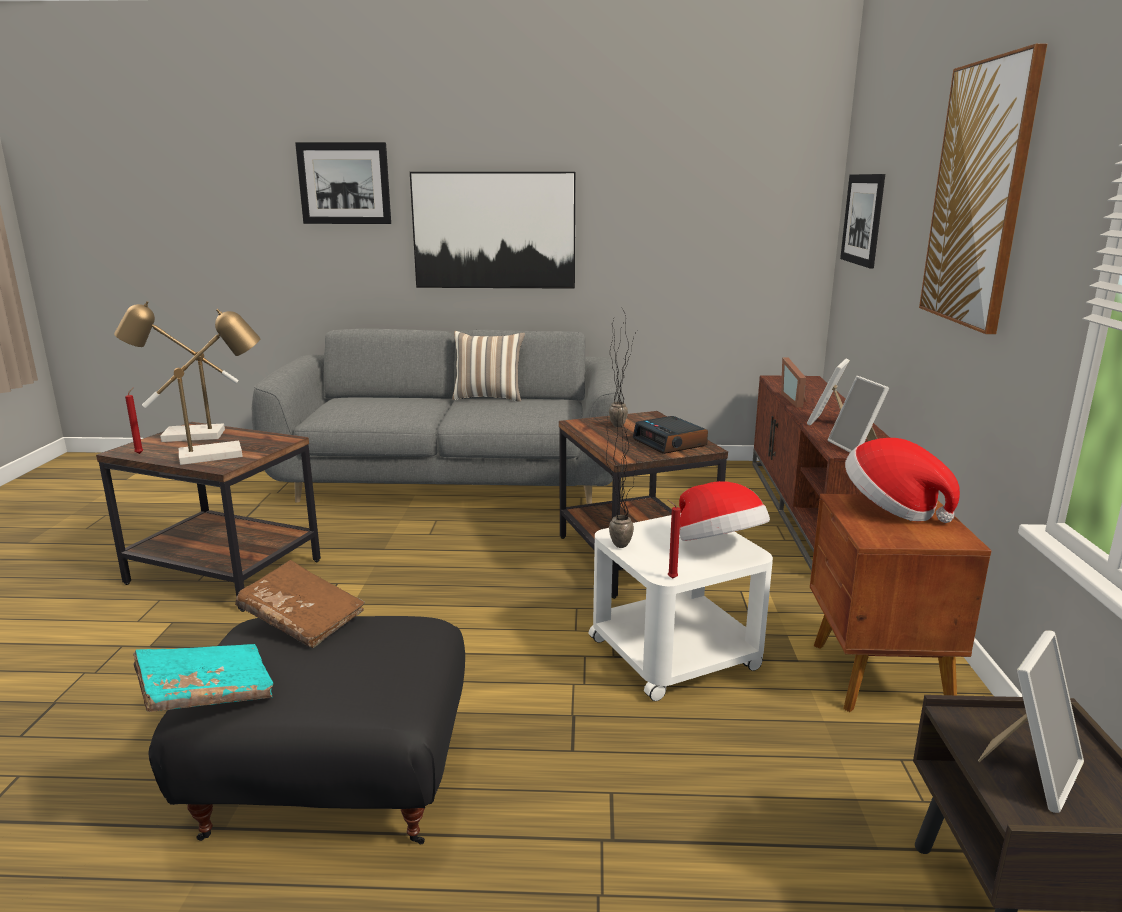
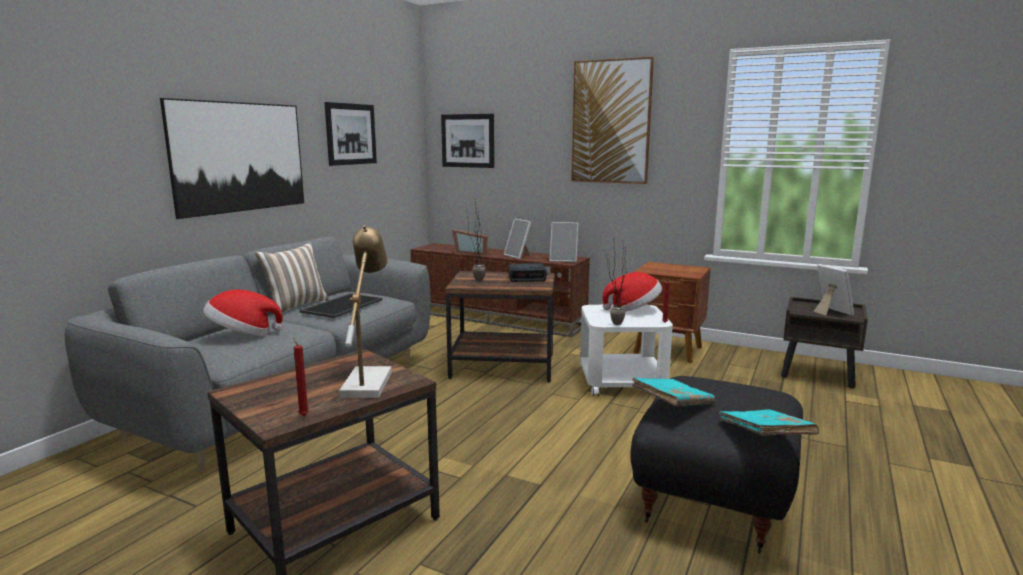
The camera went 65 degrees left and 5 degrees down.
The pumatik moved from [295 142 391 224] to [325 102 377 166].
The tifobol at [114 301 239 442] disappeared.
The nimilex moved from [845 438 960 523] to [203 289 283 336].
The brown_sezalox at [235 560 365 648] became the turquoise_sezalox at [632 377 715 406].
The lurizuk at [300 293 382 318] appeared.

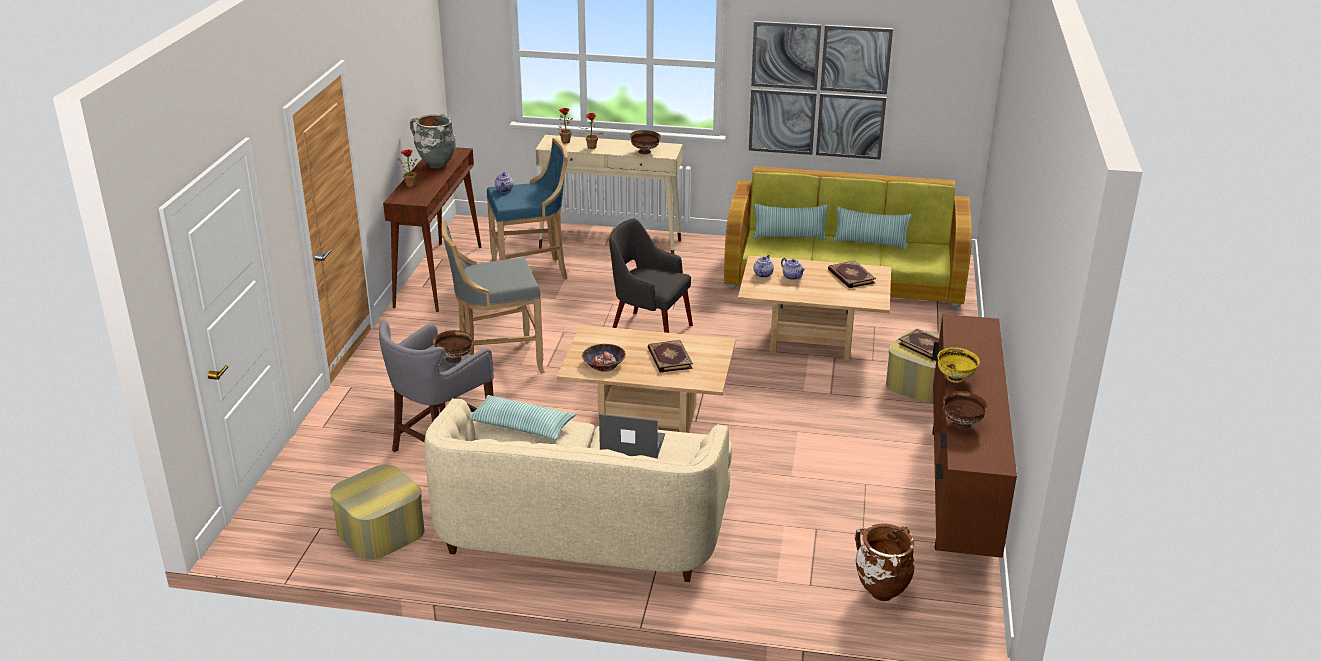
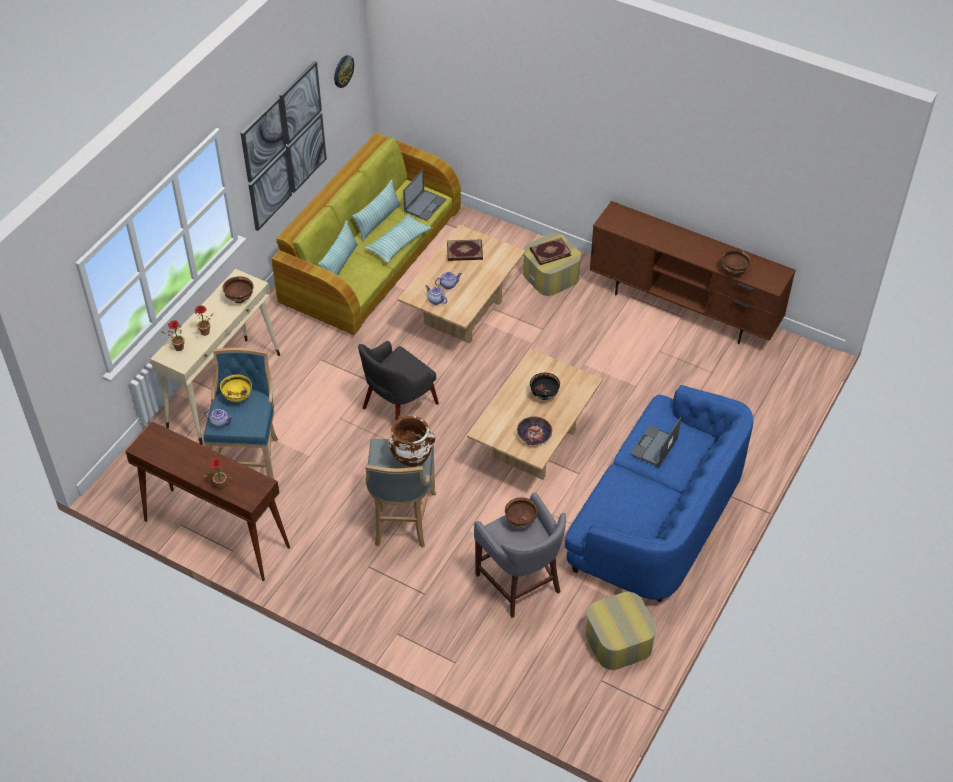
The camera went 70 degrees left and 20 degrees up.
The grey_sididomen at [410 114 456 169] disappeared.
The sezalox at [648 340 693 373] was replaced by the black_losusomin at [530 373 560 400].
The yellow_losusomin moved from [937 347 980 383] to [220 374 252 402].
The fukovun moved from [471 395 576 440] to [365 214 431 263].
The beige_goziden at [424 398 732 582] became the blue_goziden at [564 385 753 602].
The brown_sididomen moved from [854 523 915 601] to [388 414 435 467].
The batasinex at [334 55 354 88] appeared.
The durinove at [403 169 446 221] appeared.

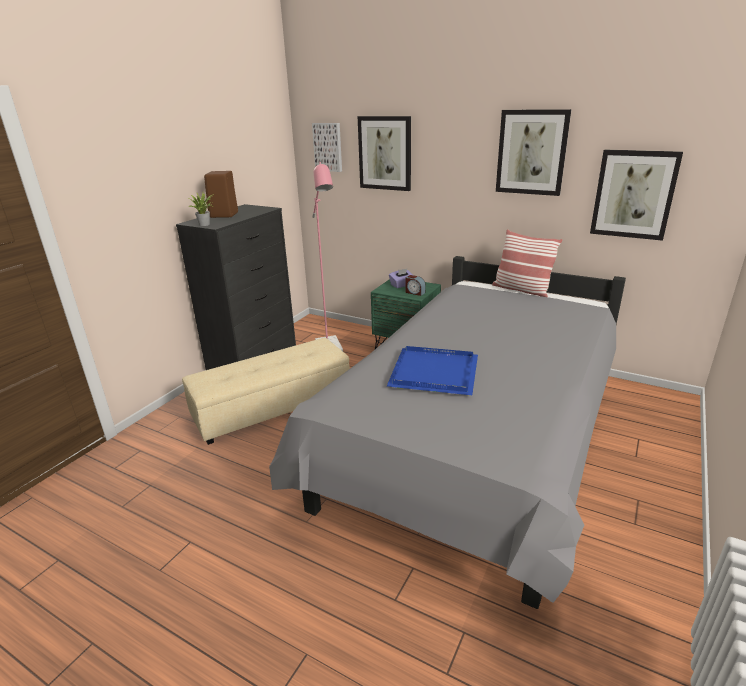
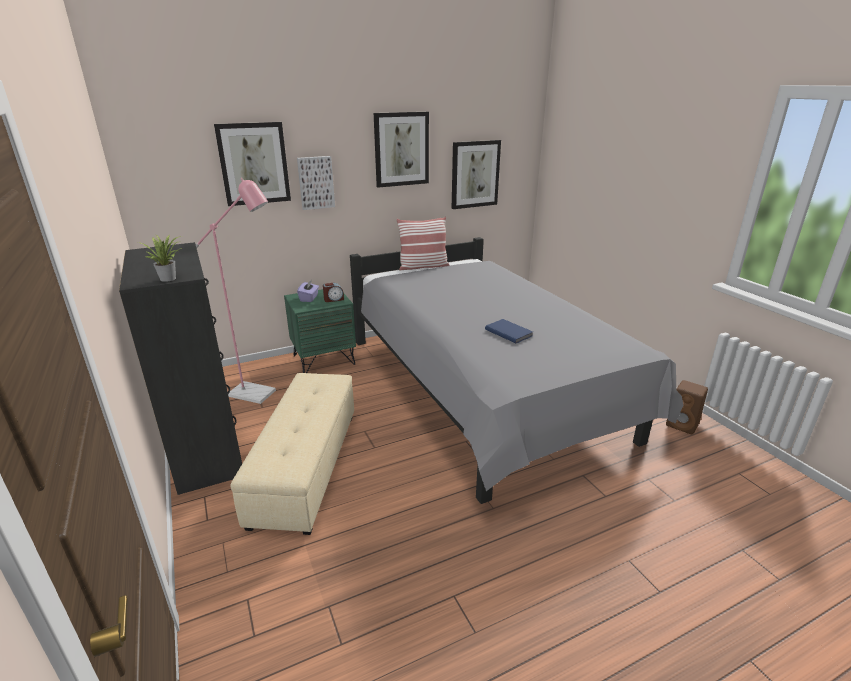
The camera went 55 degrees left and 0 degrees up.
The pumatik moved from [312 123 342 172] to [297 156 335 210].
The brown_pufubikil moved from [204 171 238 218] to [666 380 708 434].
The blue_lurizuk at [387 346 478 395] was replaced by the blue_sezalox at [485 319 533 343].

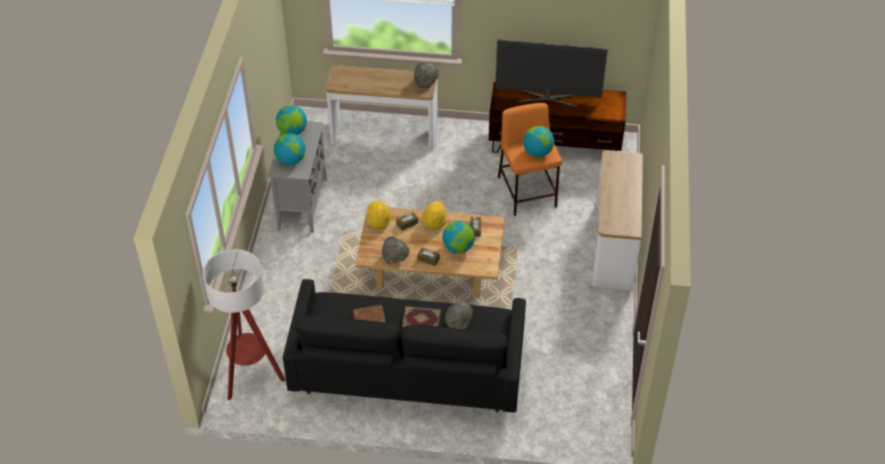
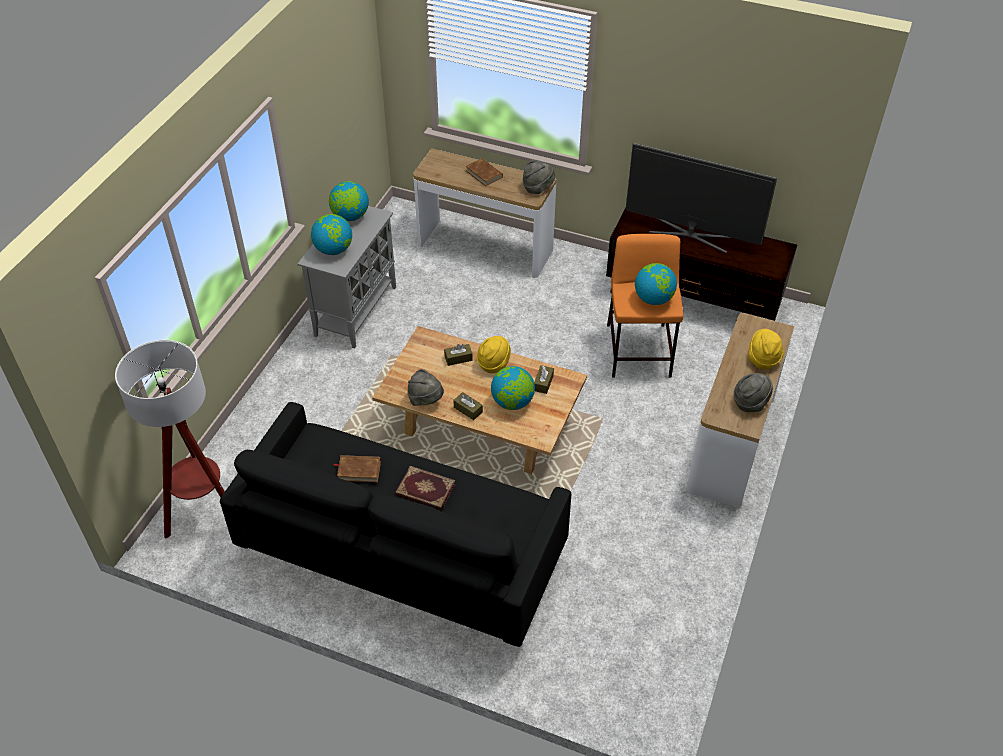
The camera went 15 degrees right and 0 degrees up.
The yellow_nimilex moved from [367 201 392 229] to [748 329 784 370].
The grey_nimilex moved from [445 301 473 329] to [733 373 773 412].
The brown_sezalox at [466 158 503 186] appeared.

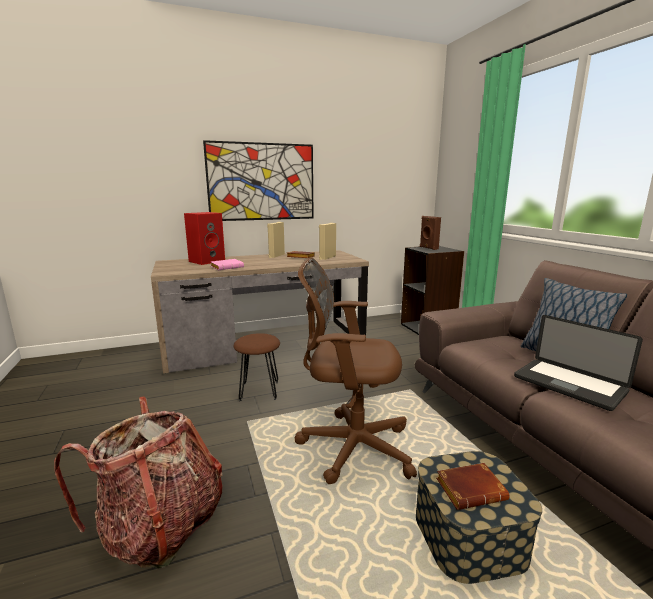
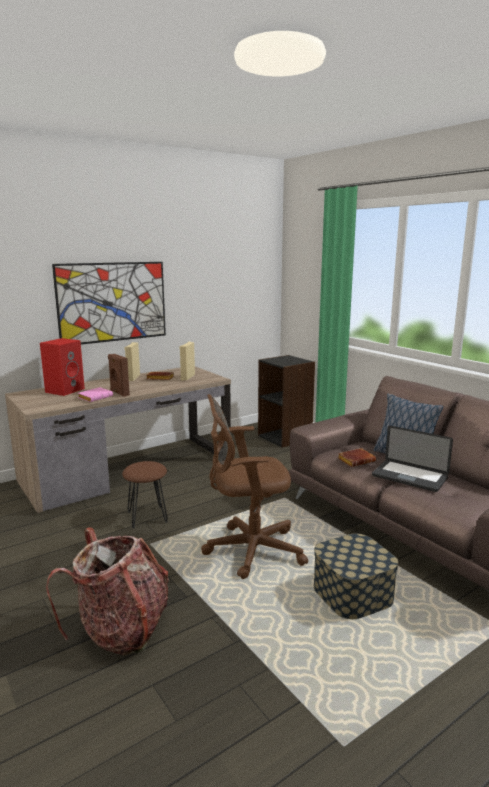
The camera went 15 degrees left and 0 degrees up.
The brown_pufubikil moved from [420 216 441 250] to [108 354 130 397].
The brown_sezalox moved from [436 463 509 510] to [338 448 376 467].

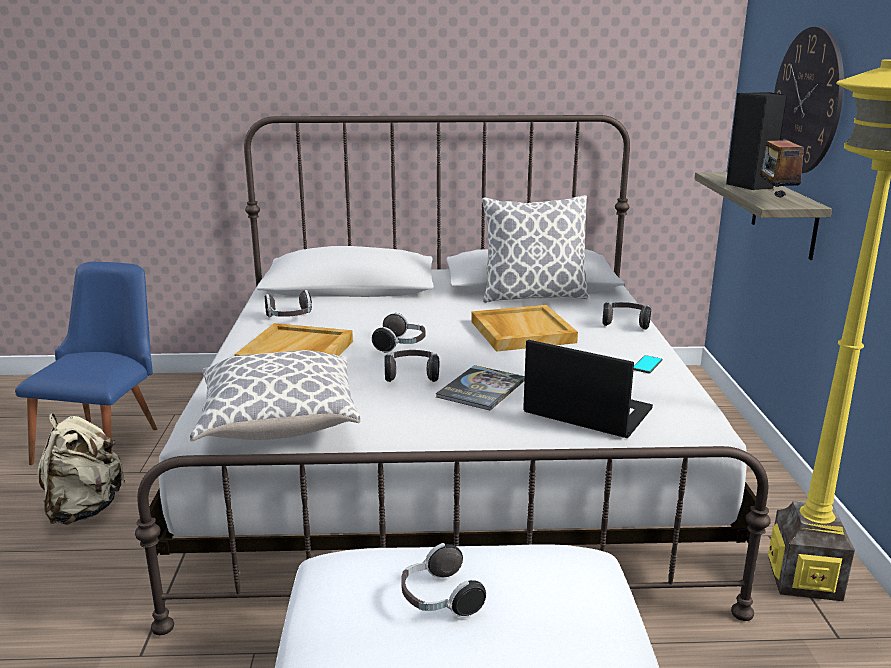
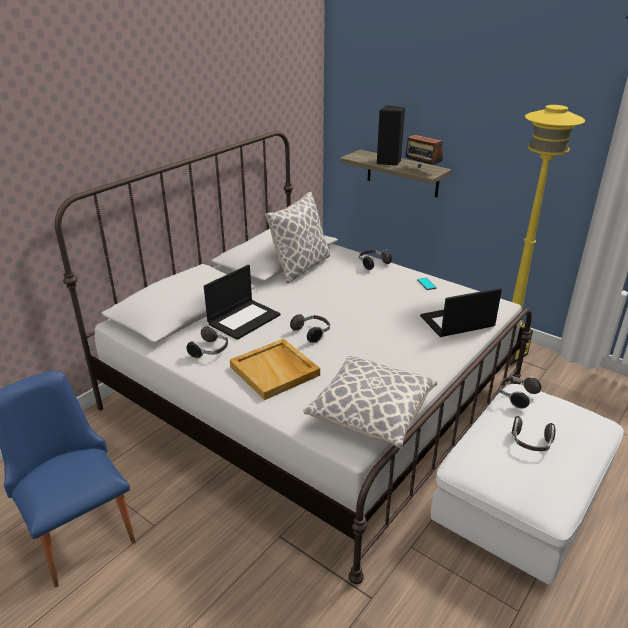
The camera went 50 degrees left and 10 degrees up.
The batasinex at [774 27 844 173] disappeared.
The beige_lurizuk at [471 305 578 352] disappeared.
The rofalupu moved from [384 350 439 382] to [499 376 541 409].
The sezalox at [435 365 525 410] disappeared.
The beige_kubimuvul at [37 413 127 525] disappeared.
The durinove at [204 265 281 340] appeared.

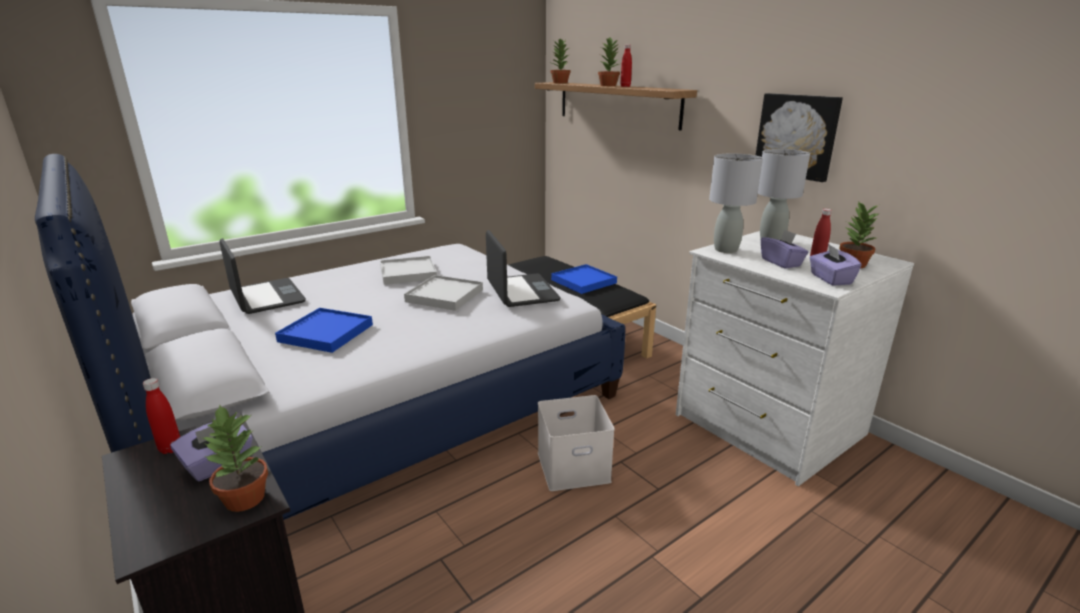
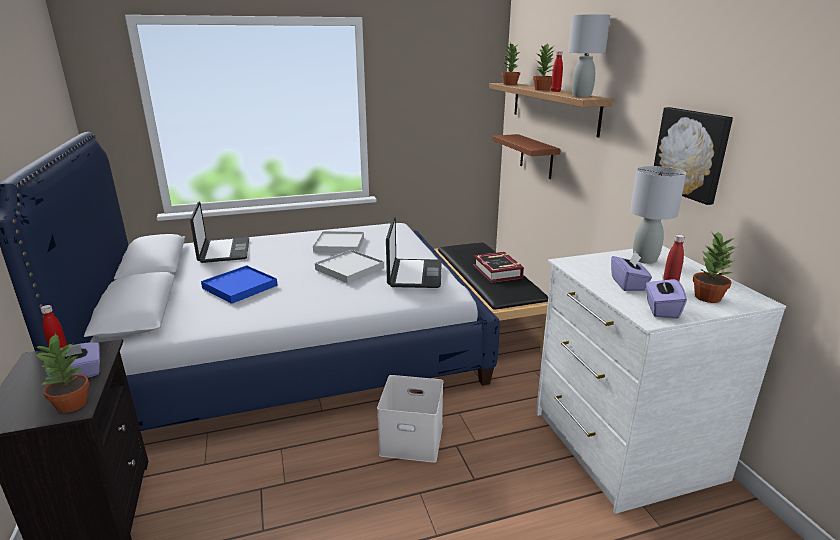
The camera went 20 degrees right and 0 degrees up.
The grey_tifobol moved from [709 153 763 253] to [568 14 610 97].
The blue_lurizuk at [551 264 617 294] was replaced by the sezalox at [473 252 524 283].
The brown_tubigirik at [492 134 561 179] appeared.

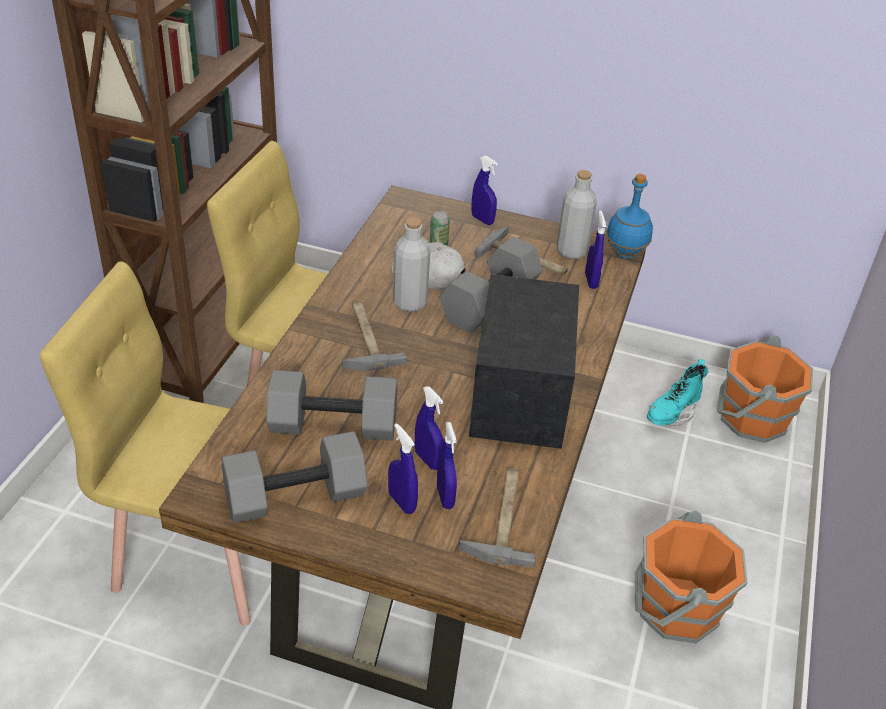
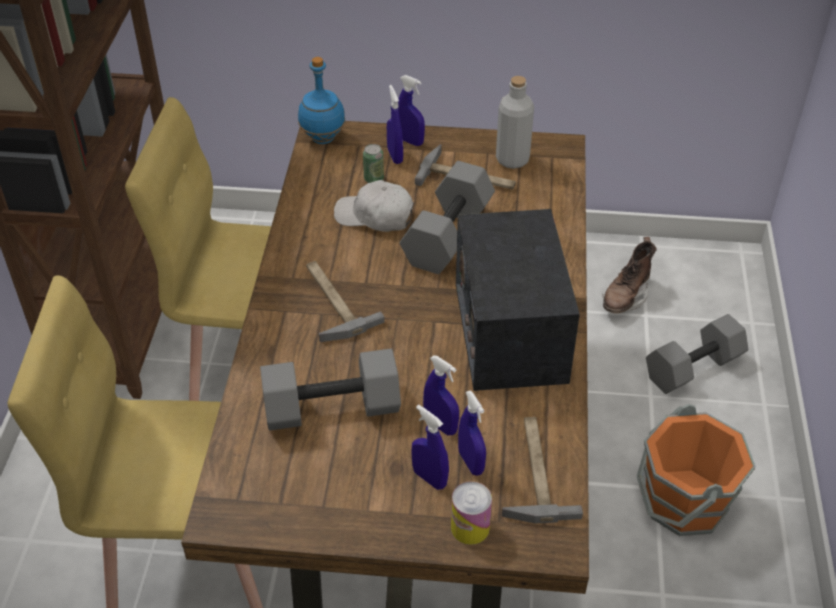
The camera went 10 degrees left and 5 degrees up.
The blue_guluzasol moved from [606 174 653 259] to [298 57 345 144].
The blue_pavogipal moved from [585 211 606 289] to [387 85 403 164].
The grey_guluzasol at [393 217 431 312] disappeared.
The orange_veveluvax at [717 335 813 443] disappeared.
The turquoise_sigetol at [647 359 709 426] became the brown_sigetol at [602 237 657 314].
The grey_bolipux moved from [222 431 368 523] to [646 314 748 394].
The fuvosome at [451 481 492 545] appeared.

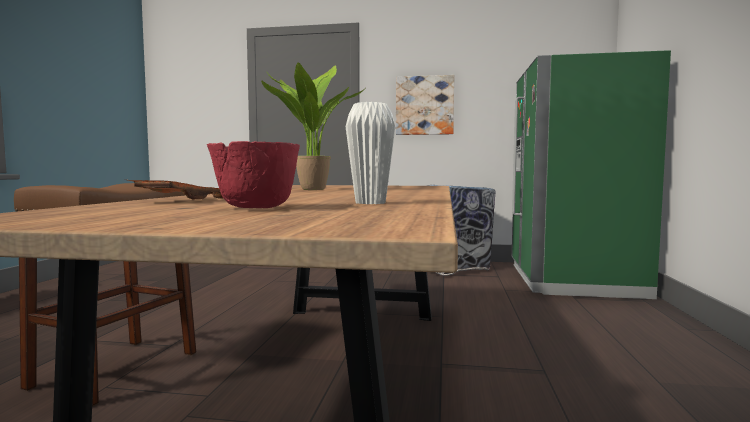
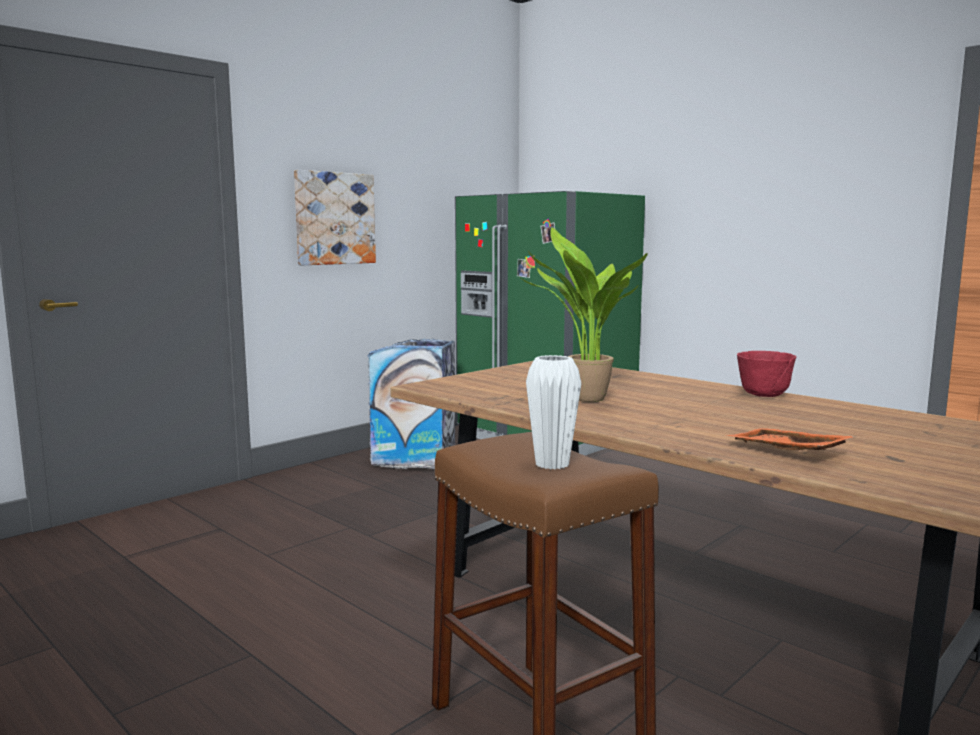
The camera went 55 degrees left and 5 degrees up.
The white_sididomen moved from [345 102 395 204] to [526 355 581 470].
The red_losusomin moved from [207 141 300 208] to [737 351 796 397].

